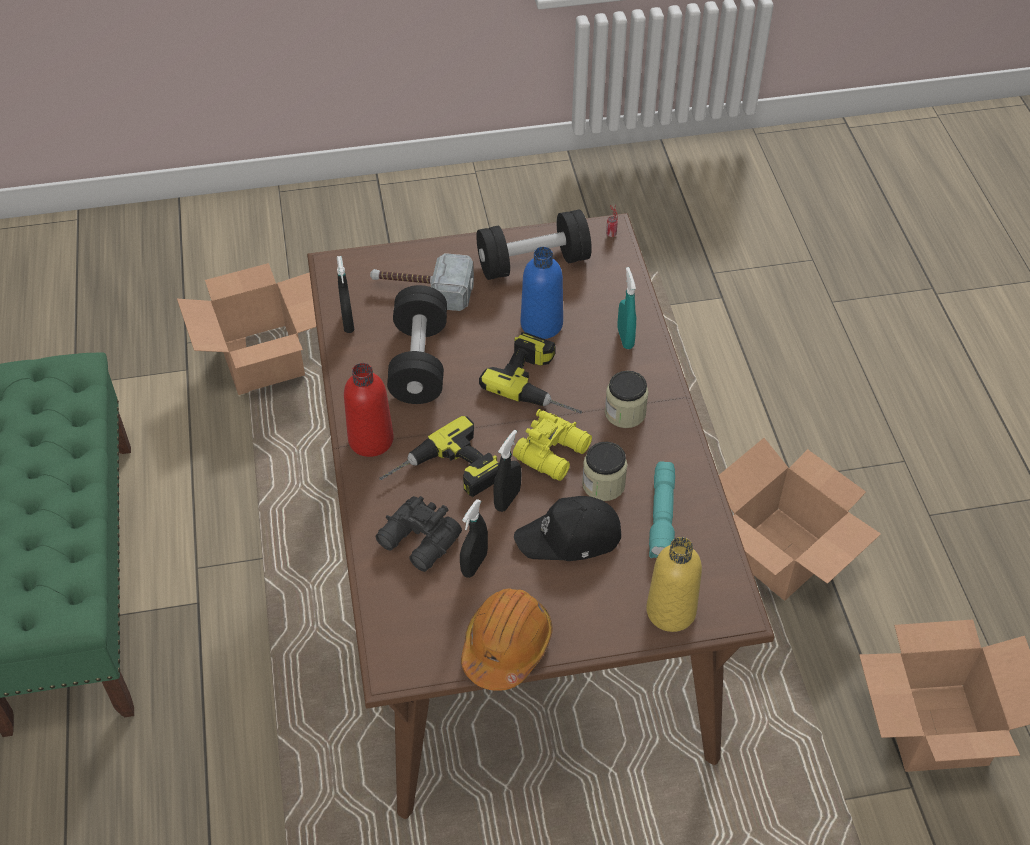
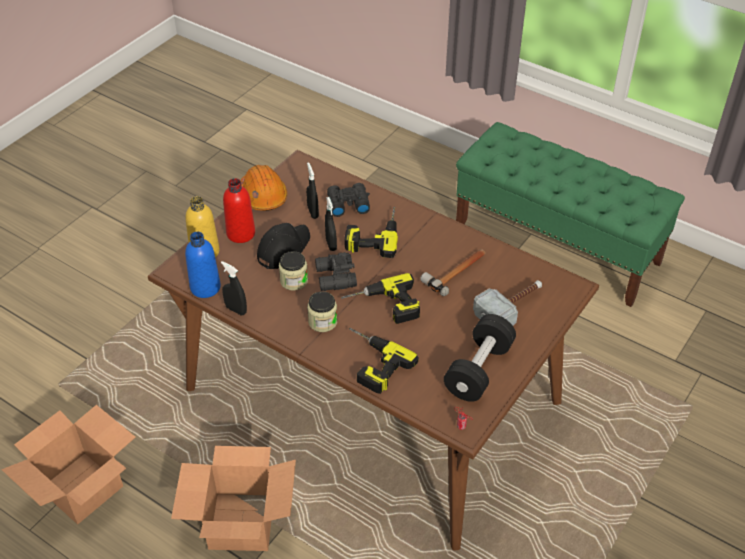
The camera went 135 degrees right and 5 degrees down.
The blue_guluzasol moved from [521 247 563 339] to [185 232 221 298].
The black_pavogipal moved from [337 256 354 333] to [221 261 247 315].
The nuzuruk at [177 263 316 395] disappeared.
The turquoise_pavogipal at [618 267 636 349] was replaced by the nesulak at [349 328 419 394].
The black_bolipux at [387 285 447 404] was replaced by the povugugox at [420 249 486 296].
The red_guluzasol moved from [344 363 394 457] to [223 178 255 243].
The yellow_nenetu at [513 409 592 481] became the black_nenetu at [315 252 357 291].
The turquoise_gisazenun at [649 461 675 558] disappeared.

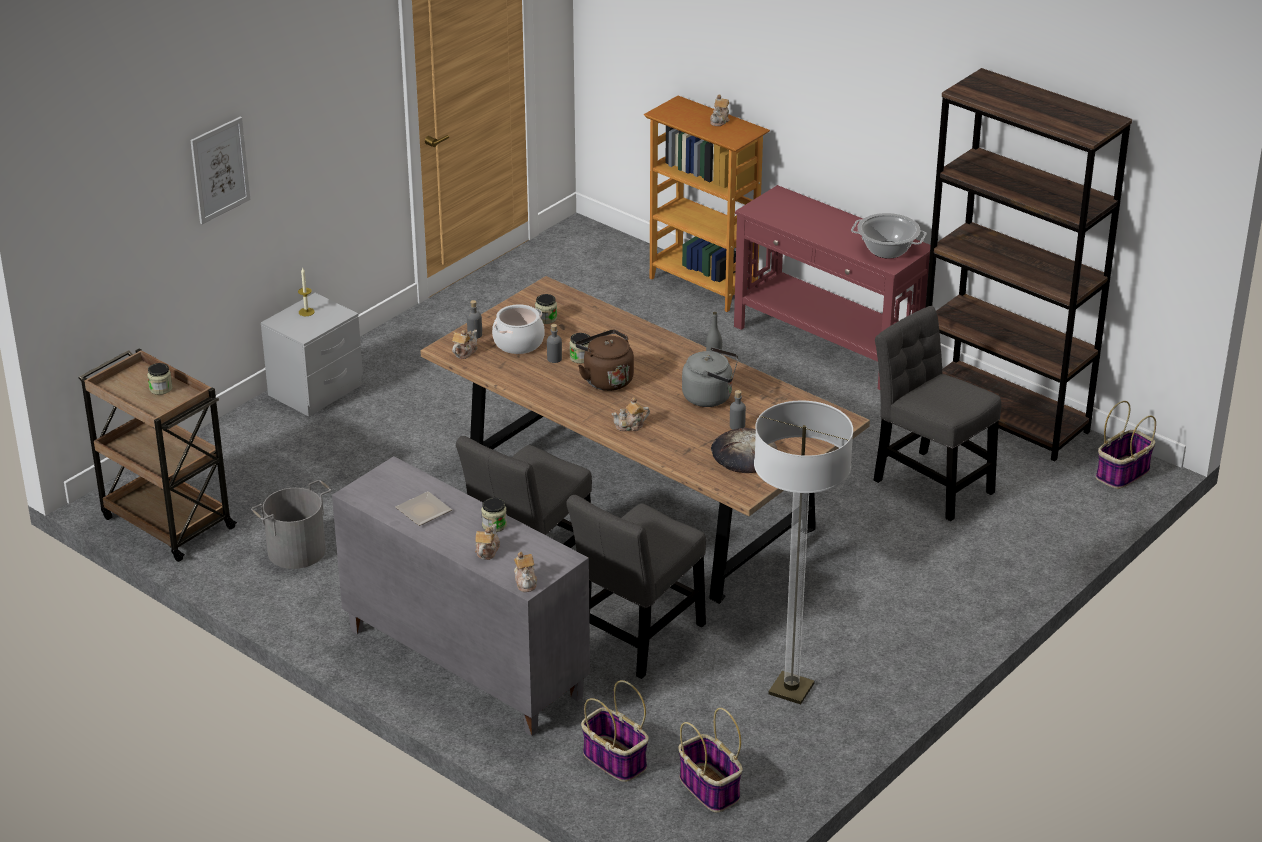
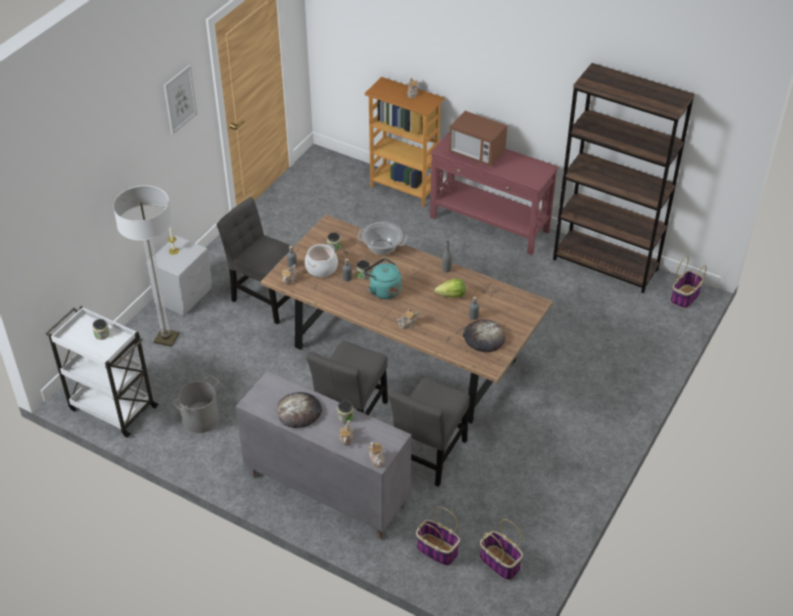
The camera went 10 degrees left and 10 degrees up.
The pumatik moved from [190 117 250 224] to [164 65 197 135].
The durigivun moved from [851 213 927 259] to [357 222 407 255].
The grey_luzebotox moved from [874 306 1001 521] to [217 197 291 324].
The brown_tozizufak at [575 330 634 391] became the turquoise_tozizufak at [364 258 401 299].
The grey_tozizufak at [682 347 739 407] was replaced by the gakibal at [434 279 466 298].
The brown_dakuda at [79 348 237 562] became the white_dakuda at [46 306 159 438].
The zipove moved from [754 400 853 704] to [113 186 179 347].
The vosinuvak at [395 491 452 526] was replaced by the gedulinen at [277 392 322 428].
The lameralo at [449 111 507 166] appeared.

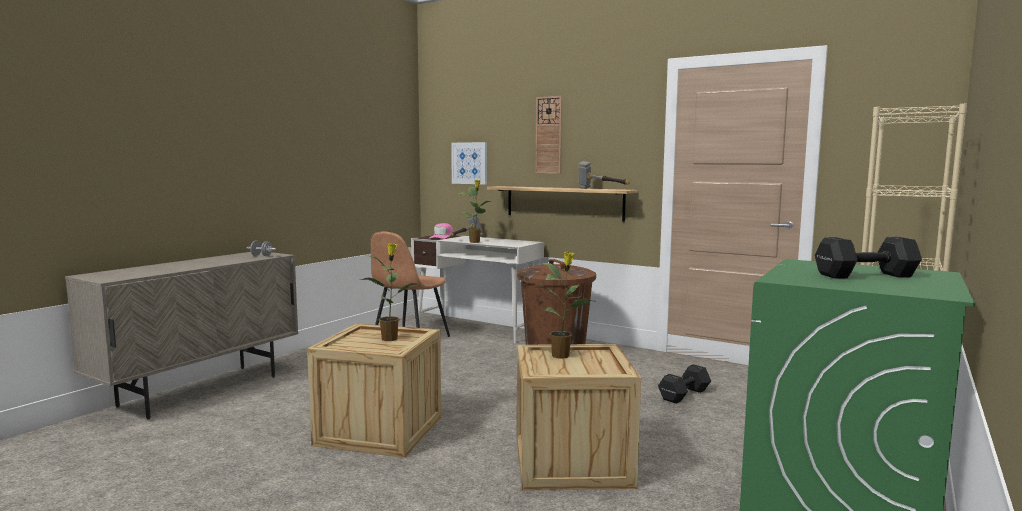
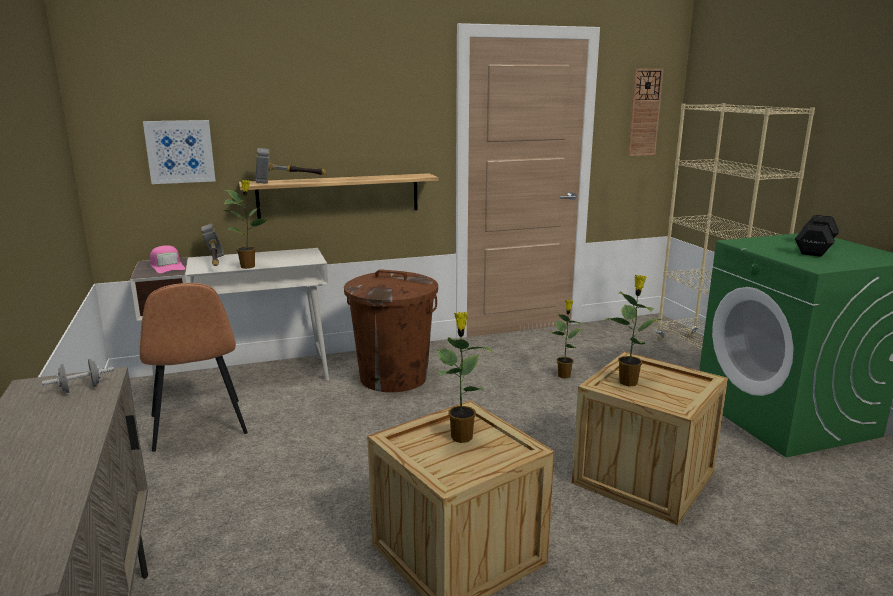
The camera went 50 degrees left and 10 degrees up.
The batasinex moved from [535 96 562 174] to [628 69 664 156].
The povugugox moved from [579 161 630 189] to [256 148 327 184].
The black_bolipux at [658 364 711 404] was replaced by the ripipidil at [549 300 584 378].

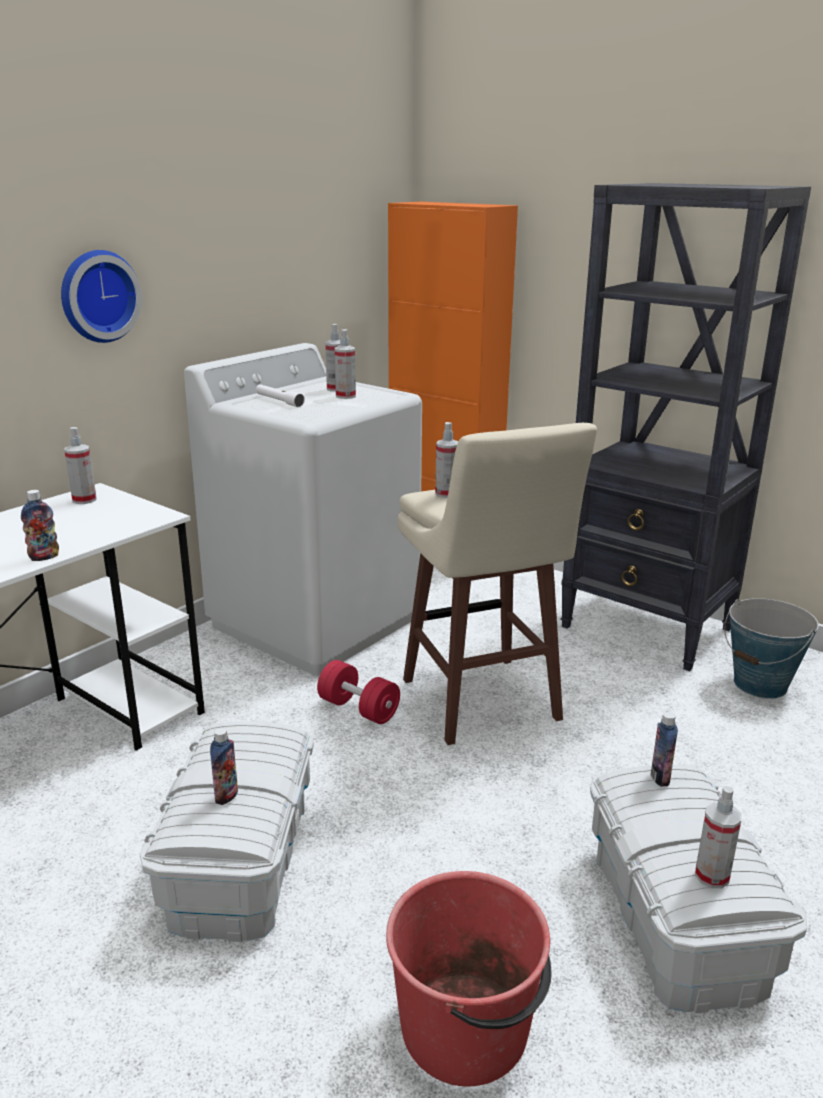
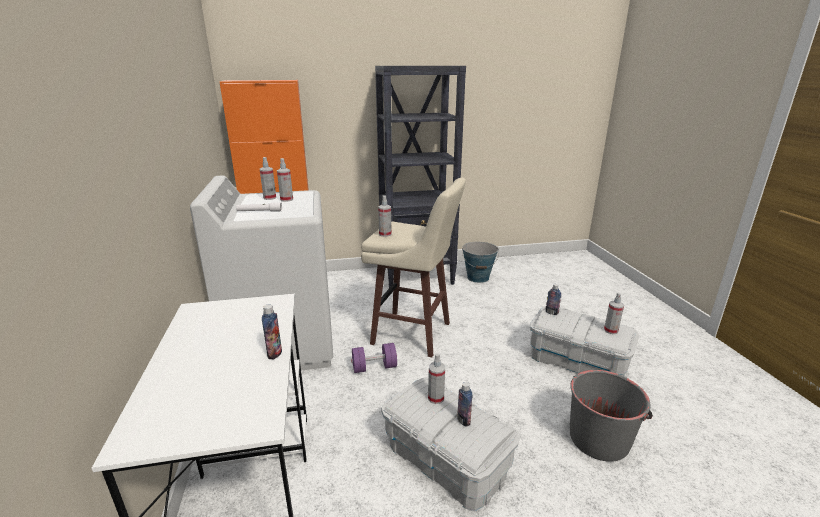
The camera went 50 degrees left and 0 degrees up.
The batasinex at [61 250 142 343] disappeared.
The pavogipal moved from [64 427 96 504] to [428 353 445 404].
The red_bolipux at [317 660 400 724] became the purple_bolipux at [351 343 397 373].
The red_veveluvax at [386 871 552 1087] became the grey_veveluvax at [570 370 653 462].

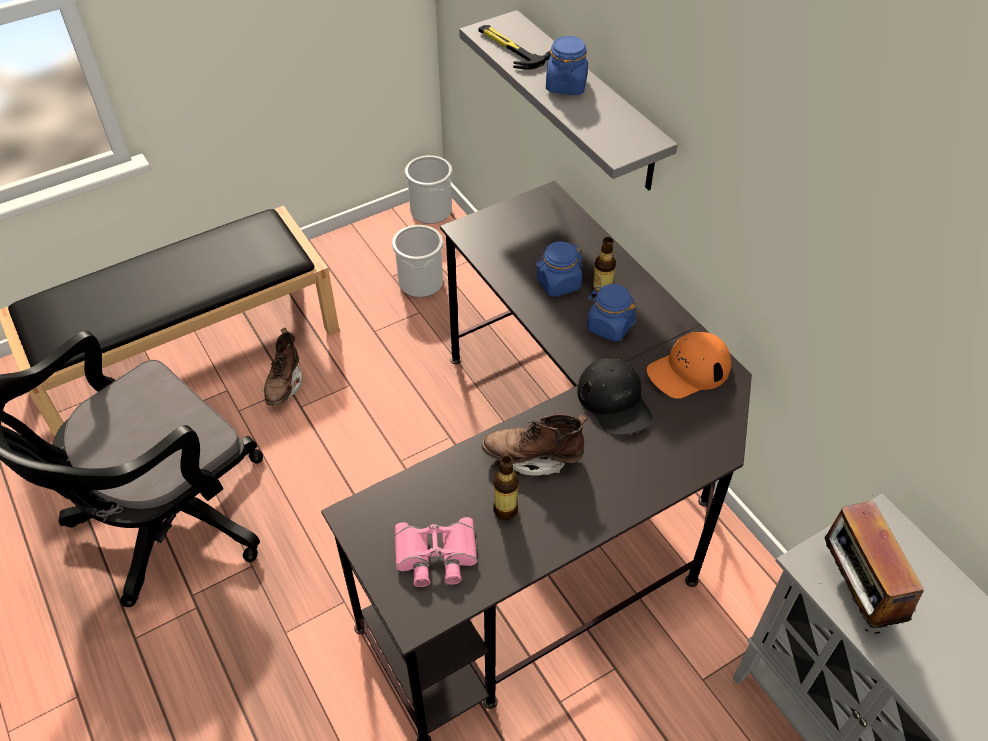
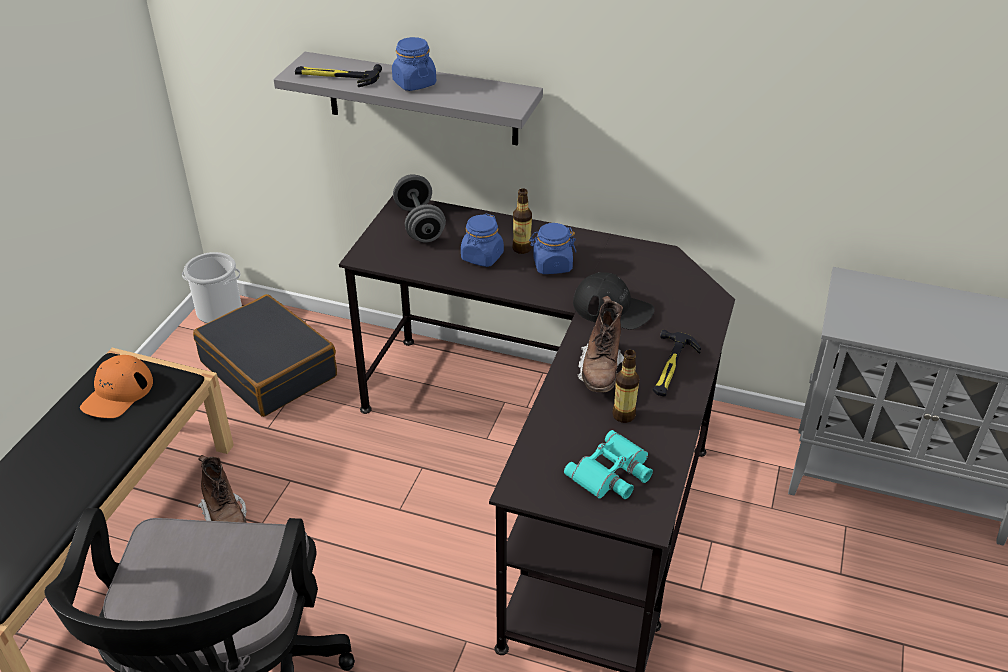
The camera went 40 degrees left and 10 degrees down.
The veveluvax at [392 225 443 297] was replaced by the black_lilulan at [193 294 337 417].
The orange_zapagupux moved from [647 332 731 399] to [80 355 153 418].
The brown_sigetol at [482 414 587 476] turned 45 degrees counterclockwise.
The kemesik at [825 500 924 635] disappeared.
The pink_nenetu at [395 517 477 587] became the turquoise_nenetu at [564 430 653 499].
The grey_bolipux at [393 174 446 243] appeared.
The povugugox at [653 330 701 397] appeared.

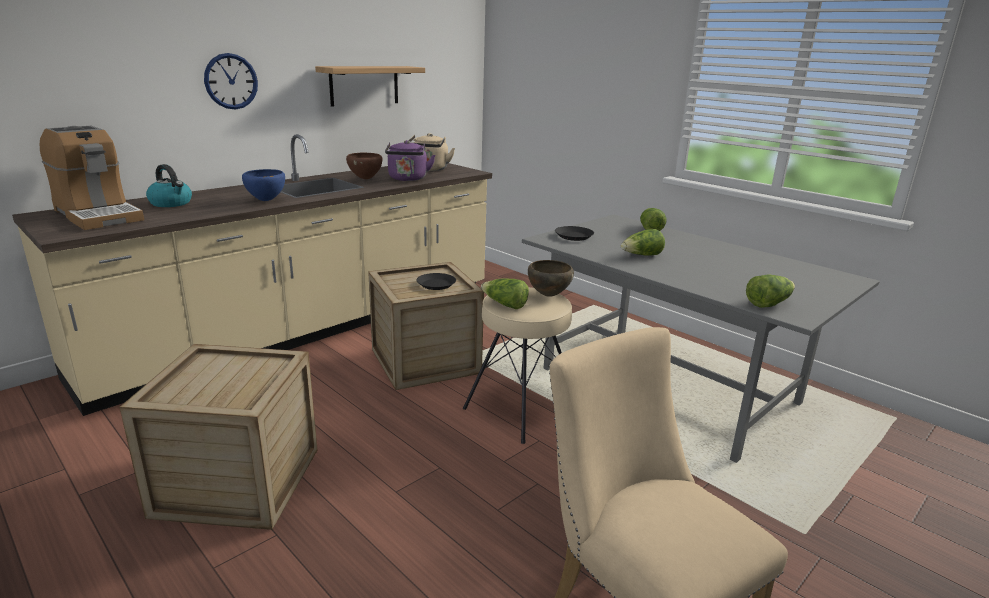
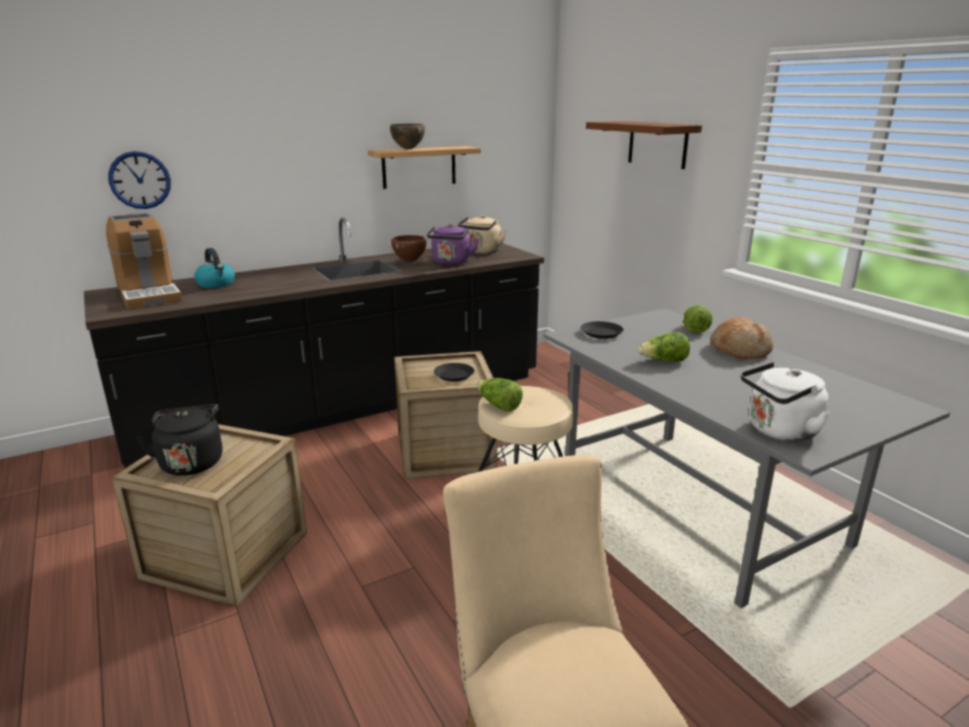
The camera went 15 degrees right and 0 degrees up.
The batasinex moved from [204 53 258 110] to [108 151 171 209].
The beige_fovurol at [12 134 492 416] became the black_fovurol at [84 218 544 468].
The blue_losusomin at [242 169 285 201] disappeared.
The brown_losusomin moved from [528 260 574 297] to [390 124 425 149].
The gakibal at [746 274 795 308] was replaced by the white_tozizufak at [741 362 830 441].
The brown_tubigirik at [586 121 702 169] appeared.
The gedulinen at [710 317 773 359] appeared.
The black_tozizufak at [136 404 223 476] appeared.

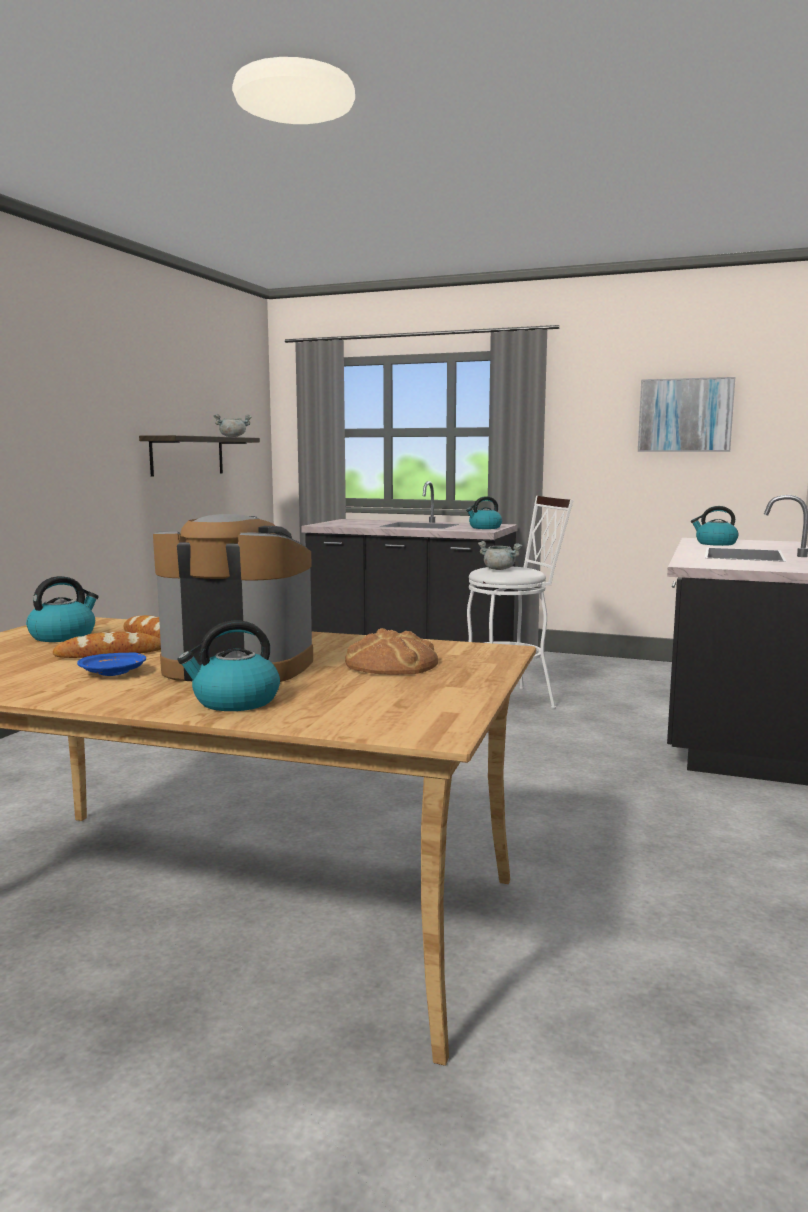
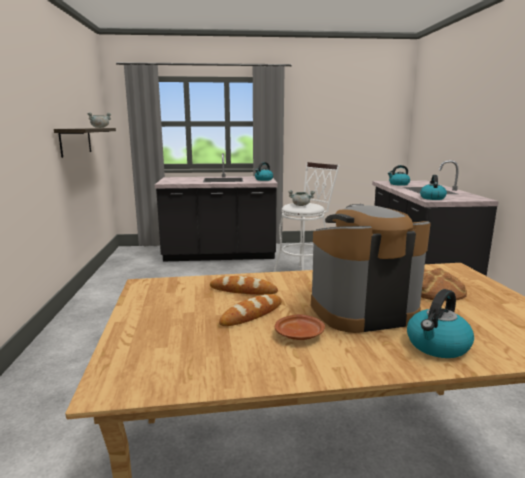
The camera went 25 degrees left and 5 degrees up.
The pumatik at [638 377 735 452] disappeared.
The tozizufak moved from [26 576 99 642] to [420 175 447 200].
The blue_vosinuvak at [77 653 146 676] became the brown_vosinuvak at [275 314 325 340].

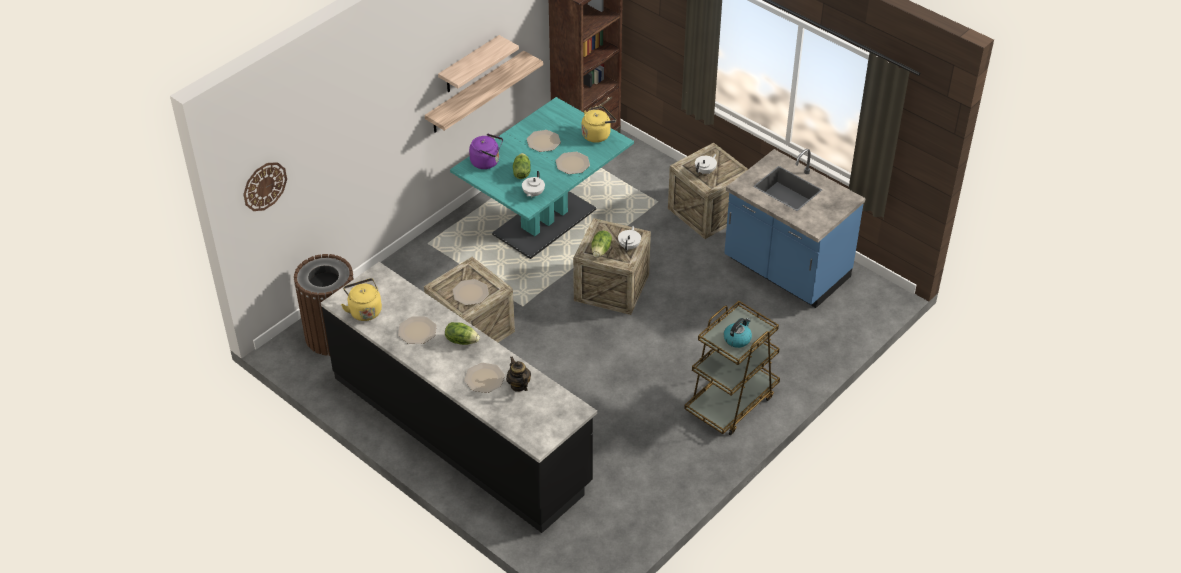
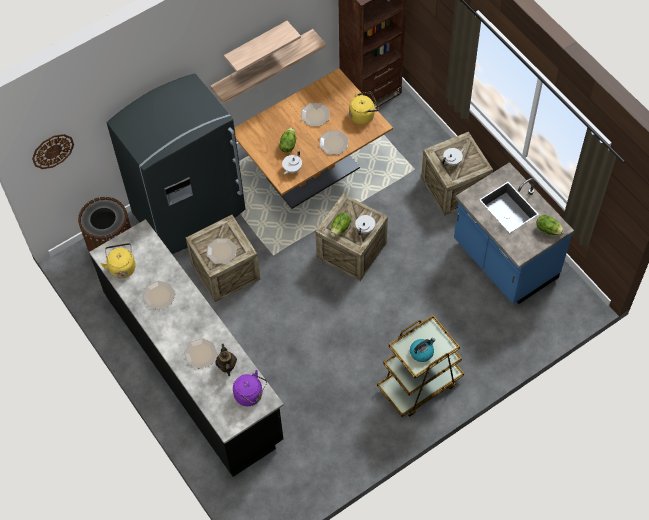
The camera went 15 degrees right and 15 degrees up.
The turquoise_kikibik at [450 97 634 259] became the brown_kikibik at [234 68 393 209].
The purple_tozizufak moved from [469 133 503 169] to [233 370 267 406].
The gakibal moved from [445 322 480 345] to [536 215 564 235].
The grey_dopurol at [107 74 245 254] appeared.

